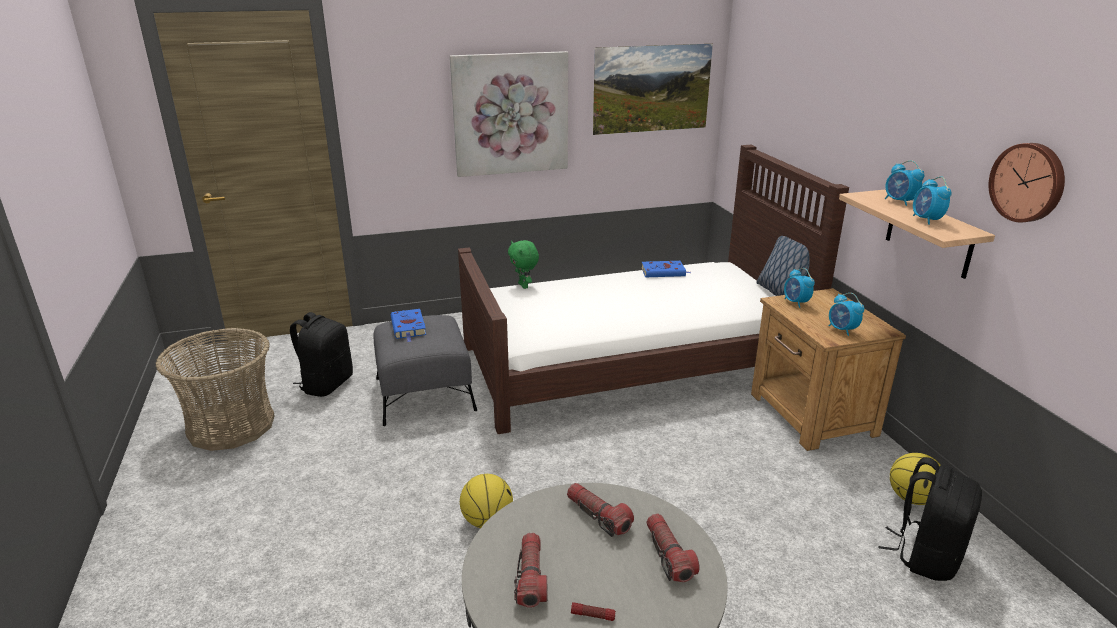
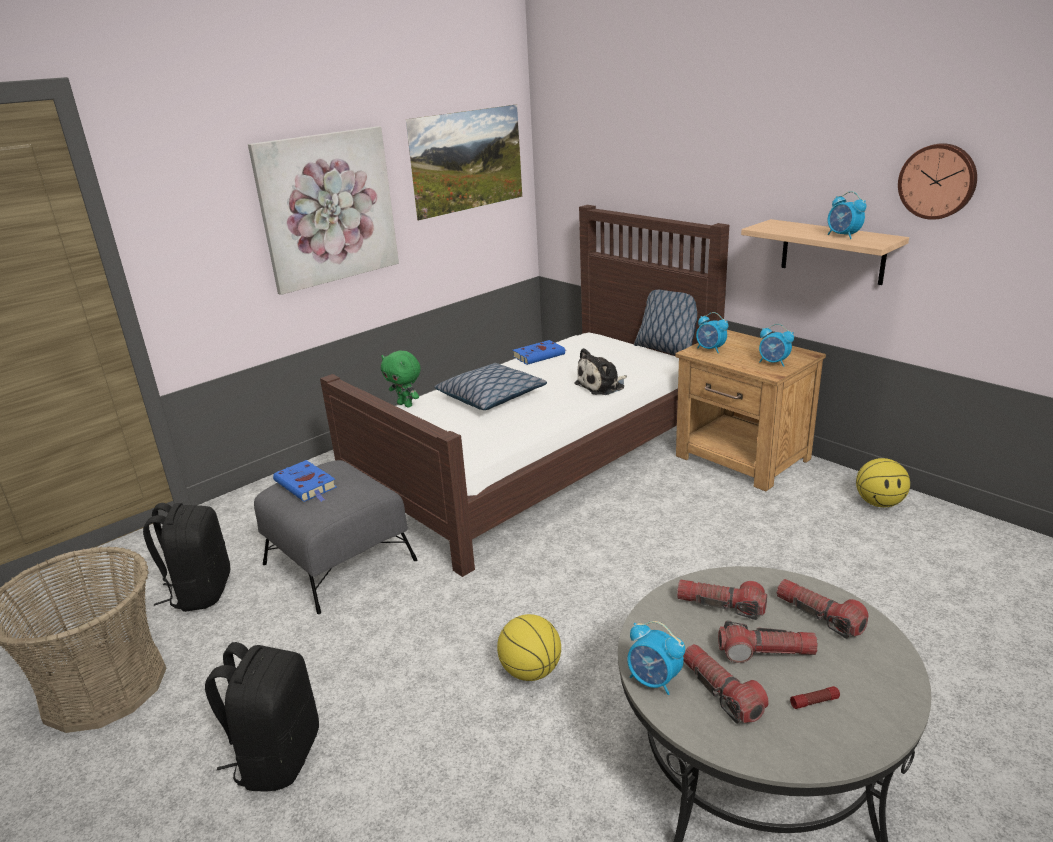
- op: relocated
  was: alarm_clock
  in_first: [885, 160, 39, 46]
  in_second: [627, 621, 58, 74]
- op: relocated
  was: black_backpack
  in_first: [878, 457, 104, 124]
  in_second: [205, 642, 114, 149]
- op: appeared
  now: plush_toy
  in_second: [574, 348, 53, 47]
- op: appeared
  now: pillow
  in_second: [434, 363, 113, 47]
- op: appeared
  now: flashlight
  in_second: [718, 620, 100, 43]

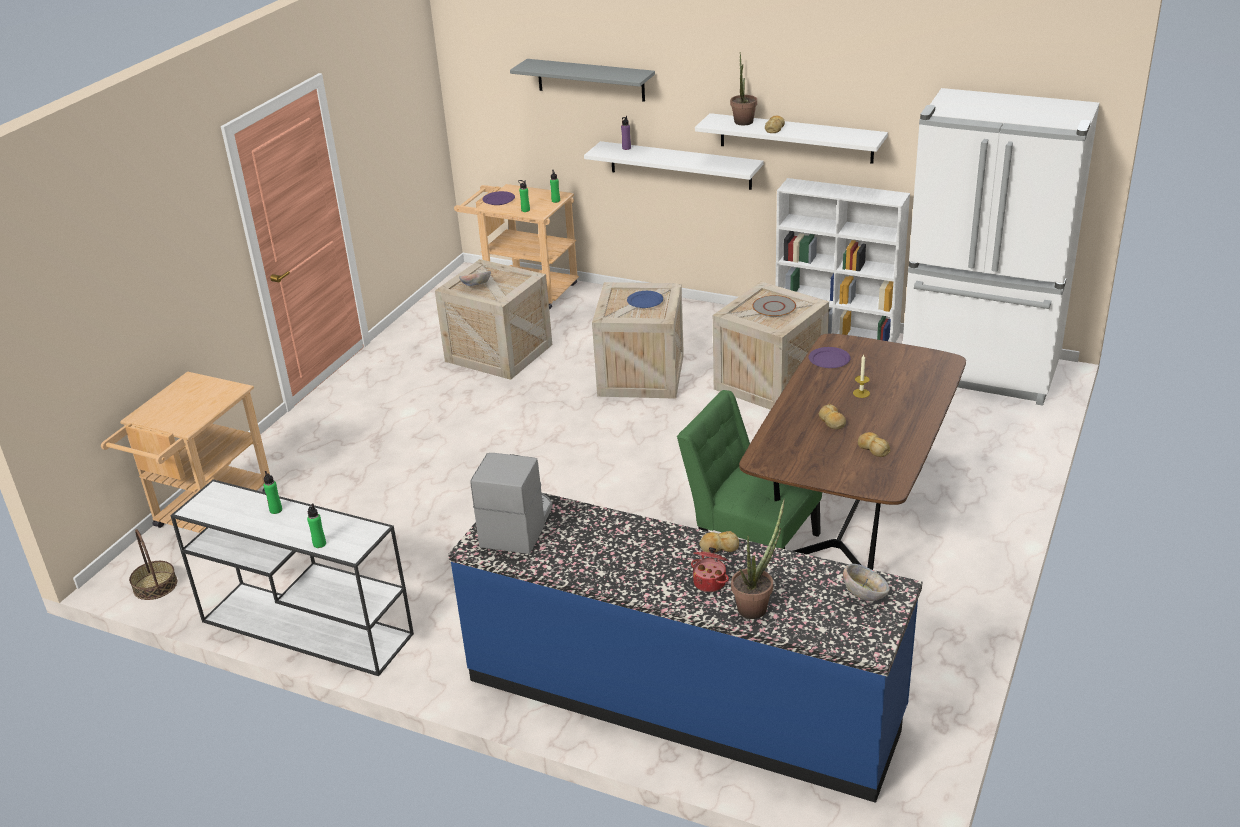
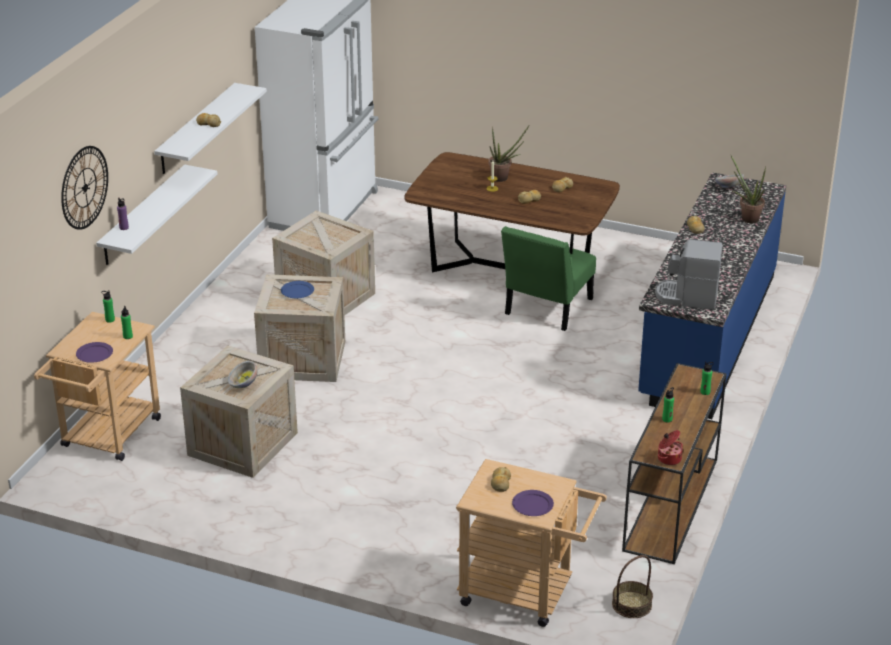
- op: relocated
  was: potted_plant
  in_first: [730, 52, 27, 73]
  in_second: [489, 126, 40, 56]
- op: exchanged
  was: grey_shelf
  now: wall_clock
  in_first: [510, 59, 145, 43]
  in_second: [61, 146, 47, 84]
- op: missing
  was: white_bookcase
  in_first: [776, 178, 134, 165]
- op: missing
  was: grey_plate
  in_first: [752, 295, 44, 22]
- op: relocated
  was: purple_plate
  in_first: [809, 347, 42, 21]
  in_second: [512, 490, 42, 26]
- op: colour
  was: white_console_table
  now: brown_console_table
  in_first: [170, 479, 244, 197]
  in_second: [622, 363, 105, 201]
- op: relocated
  was: cooking_pot
  in_first: [691, 547, 38, 45]
  in_second: [658, 430, 25, 35]
- op: appeared
  now: bread
  in_second: [491, 467, 20, 25]

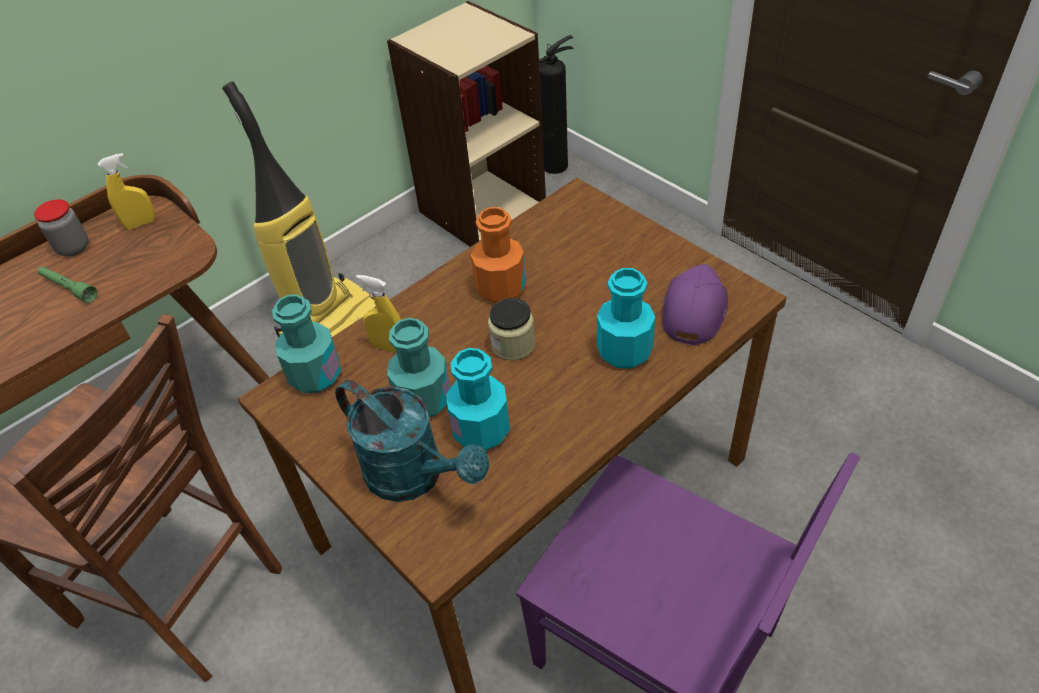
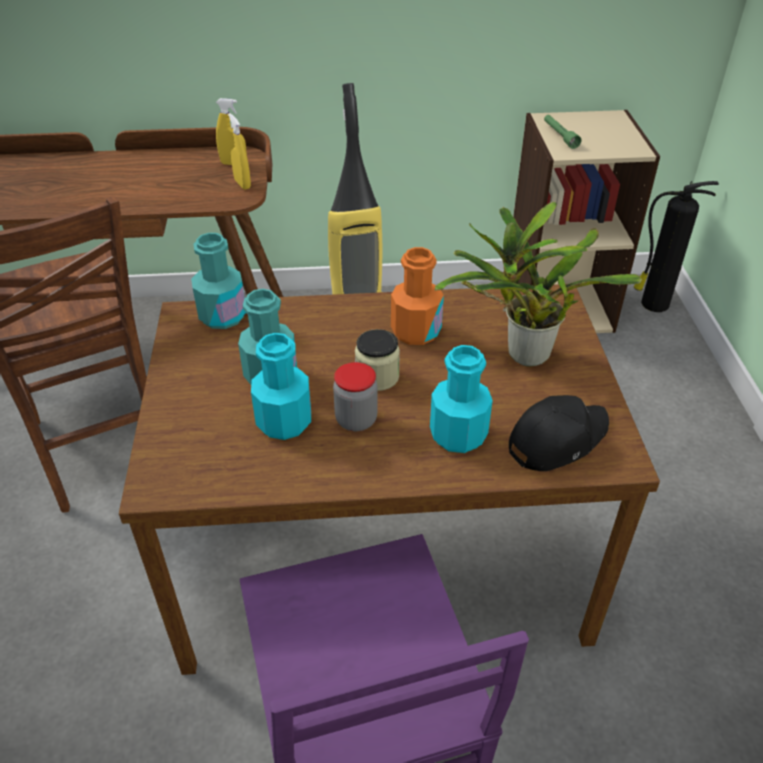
- op: relocated
  was: jar
  in_first: [34, 199, 55, 58]
  in_second: [333, 362, 45, 69]
- op: colour
  was: purple_cap
  now: black_cap
  in_first: [663, 264, 65, 82]
  in_second: [509, 395, 100, 76]
- op: relocated
  was: green_flashlight
  in_first: [38, 266, 60, 37]
  in_second: [544, 115, 38, 34]
- op: relocated
  was: yellow_spray_bottle
  in_first: [356, 275, 45, 78]
  in_second: [228, 113, 23, 77]
- op: missing
  was: turquoise_watering_can
  in_first: [335, 380, 155, 122]
- op: appeared
  now: potted_plant
  in_second: [434, 201, 208, 165]

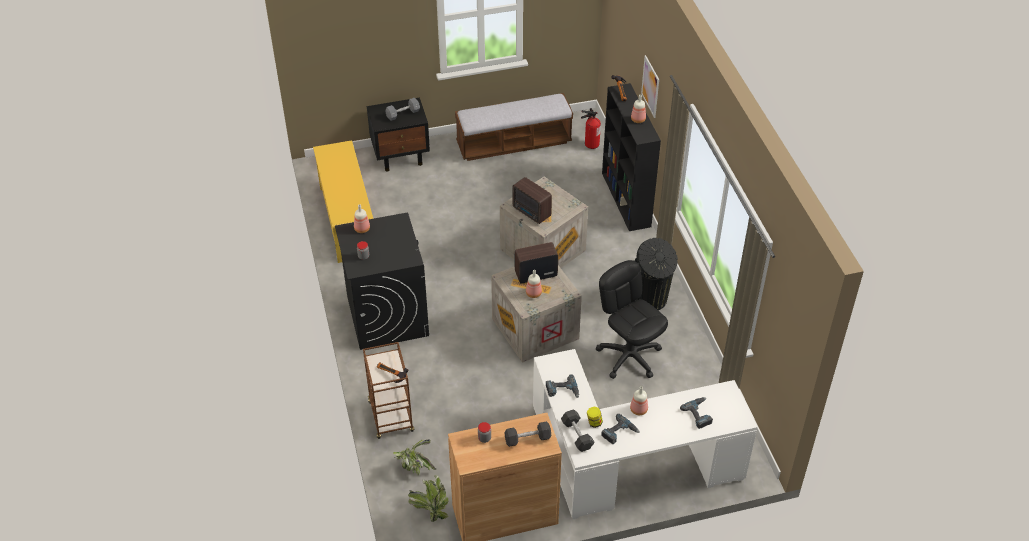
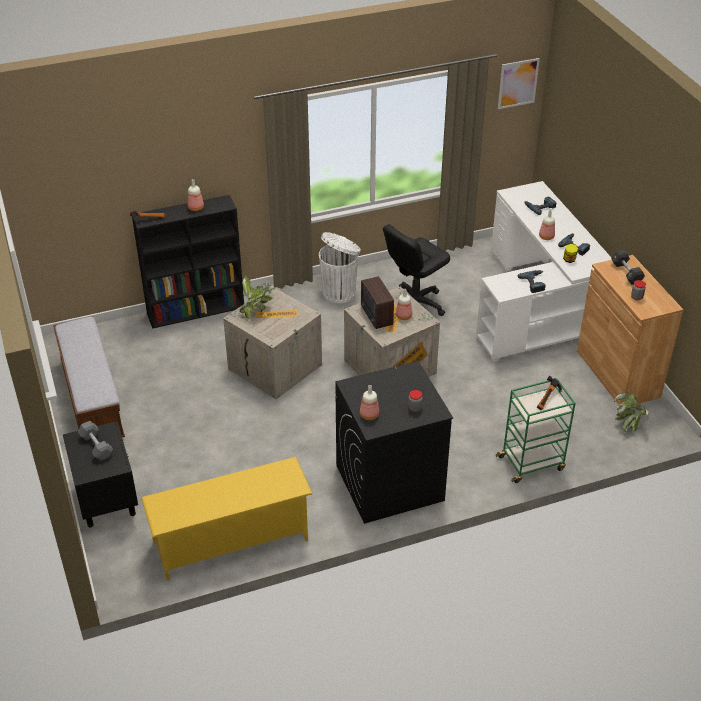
- op: relocated
  was: picture
  in_first: [641, 55, 18, 63]
  in_second: [498, 58, 42, 51]
- op: missing
  was: fire_extinguisher
  in_first: [581, 108, 20, 41]
- op: missing
  was: radio
  in_first: [512, 177, 40, 47]
- op: colour
  was: black_trash_can
  now: white_trash_can
  in_first: [635, 238, 43, 72]
  in_second: [319, 232, 42, 71]
- op: colour
  was: brown_cart
  now: green_cart
  in_first: [363, 342, 51, 97]
  in_second: [495, 378, 81, 105]
- op: missing
  was: black_dumbbell
  in_first: [561, 409, 34, 43]
- op: relocated
  was: potted_plant
  in_first: [393, 439, 43, 36]
  in_second: [240, 274, 35, 45]

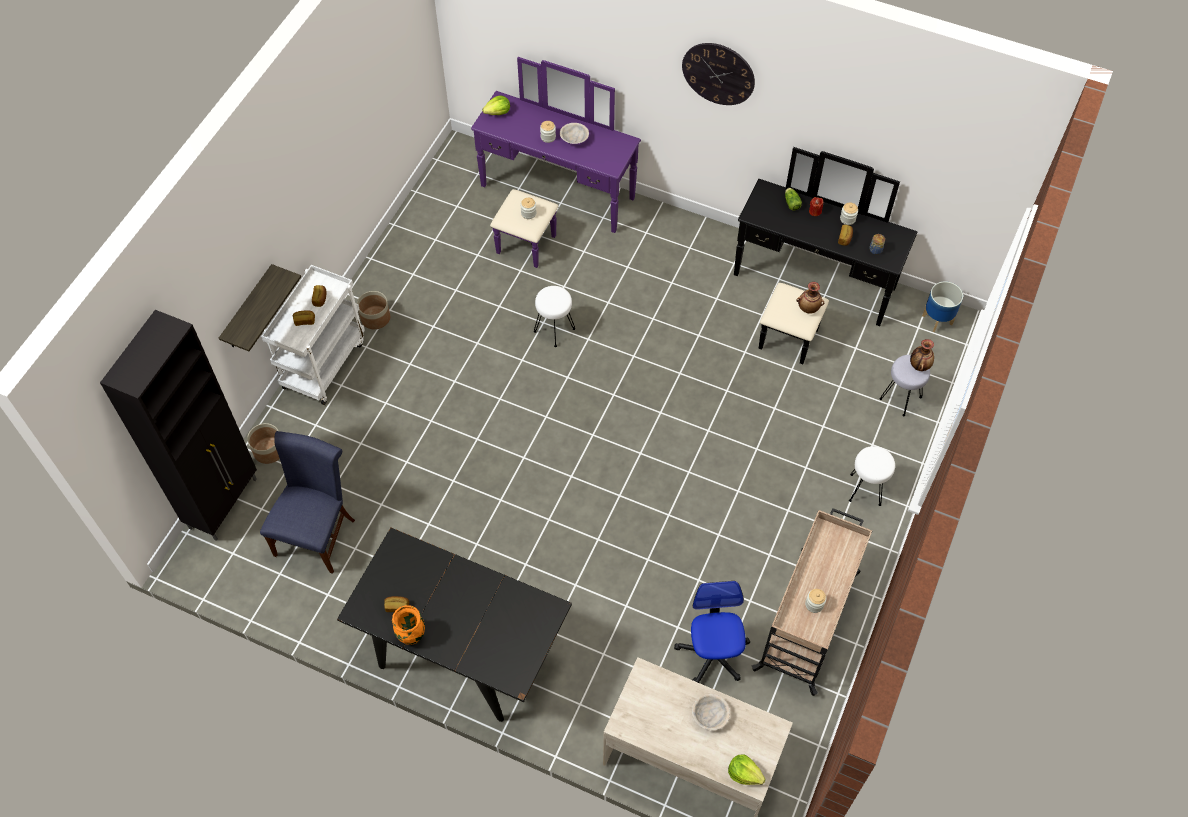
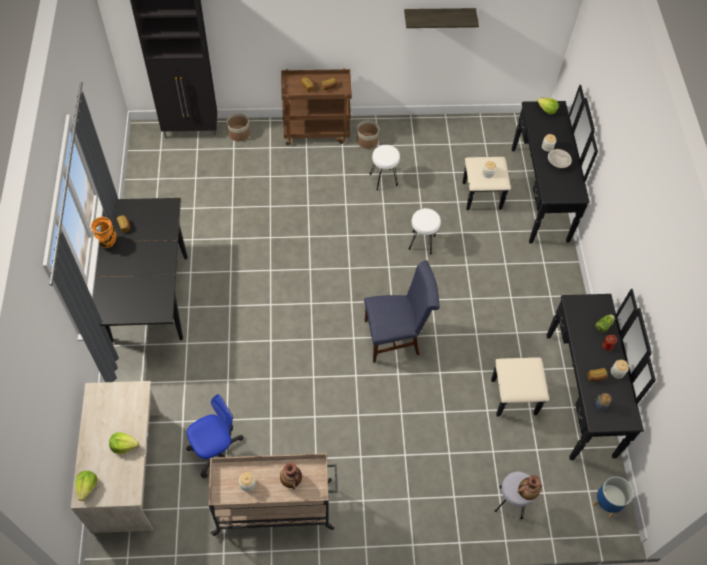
- op: missing
  was: wall_clock
  in_first: [682, 43, 73, 62]
- op: colour
  was: purple_dresser
  now: black_dresser
  in_first: [471, 57, 170, 211]
  in_second: [463, 85, 135, 159]
- op: relocated
  was: shelf
  in_first: [219, 264, 82, 87]
  in_second: [404, 8, 75, 20]
- op: colour
  was: white_cart
  now: brown_cart
  in_first: [261, 265, 104, 140]
  in_second: [281, 68, 71, 77]
- op: relocated
  was: vase
  in_first: [796, 282, 28, 32]
  in_second: [280, 462, 22, 27]
- op: relocated
  was: blue_chair
  in_first: [260, 431, 95, 143]
  in_second: [364, 260, 76, 103]
- op: relocated
  was: white_stool
  in_first: [849, 446, 46, 60]
  in_second: [370, 145, 30, 45]
- op: exchanged
  was: beige_bowl
  now: lettuce
  in_first: [692, 694, 38, 36]
  in_second: [109, 432, 30, 22]

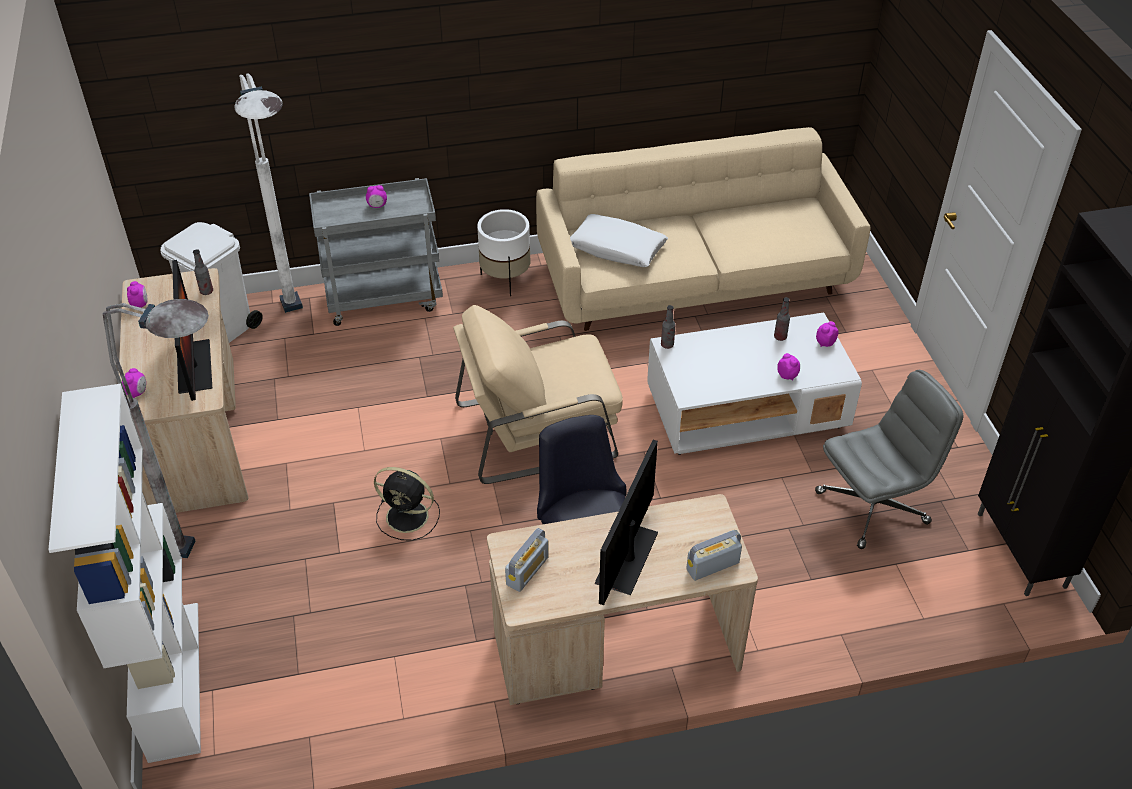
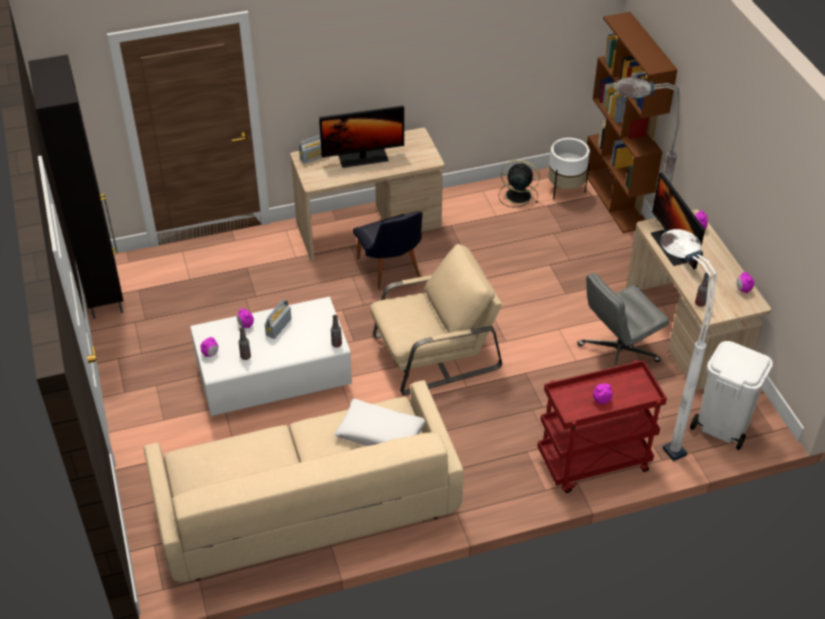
- op: colour
  was: grey_cart
  now: red_cart
  in_first: [309, 178, 134, 148]
  in_second: [537, 360, 130, 133]
- op: relocated
  was: white_planter
  in_first: [477, 209, 54, 87]
  in_second: [548, 138, 42, 61]
- op: relocated
  was: grey_office_chair
  in_first: [815, 370, 148, 179]
  in_second: [577, 273, 92, 94]
- op: colour
  was: white_bookcase
  now: brown_bookcase
  in_first: [48, 384, 153, 379]
  in_second: [587, 12, 90, 221]
- op: spun
  was: monitor
  in_first: [595, 440, 63, 165]
  in_second: [319, 106, 85, 62]
  clockwise: 60
- op: relocated
  was: black_fan
  in_first: [374, 467, 66, 74]
  in_second: [499, 160, 41, 47]
- op: relocated
  was: radio
  in_first: [505, 528, 44, 64]
  in_second: [265, 299, 27, 40]

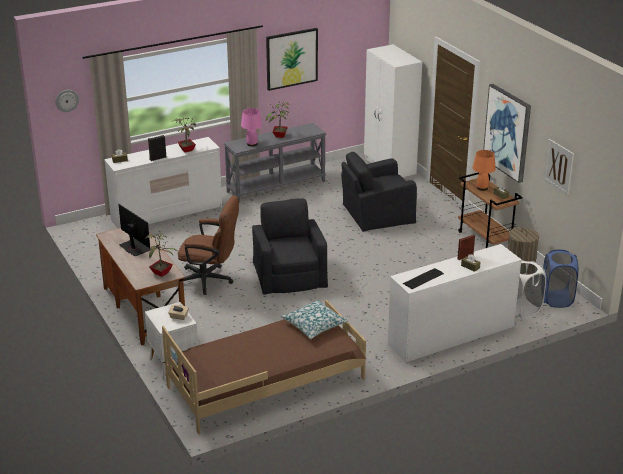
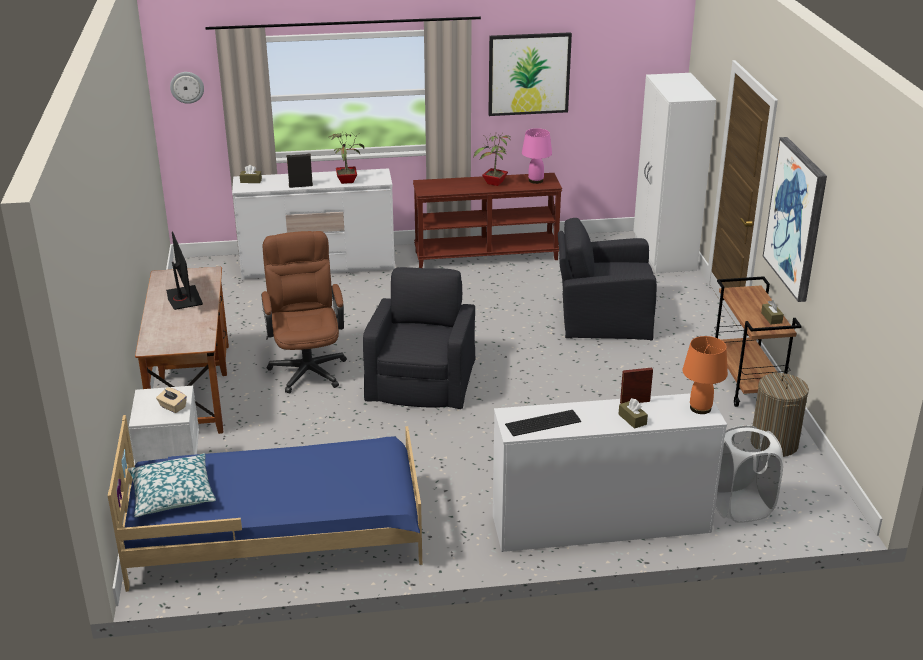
- op: relocated
  was: pink_table_lamp
  in_first: [241, 108, 21, 39]
  in_second: [522, 128, 30, 56]
- op: colour
  was: grey_console_table
  now: brown_console_table
  in_first: [224, 123, 102, 80]
  in_second: [413, 173, 149, 95]
- op: missing
  was: picture
  in_first: [543, 139, 31, 56]
- op: relocated
  was: orange_table_lamp
  in_first: [473, 150, 23, 41]
  in_second: [683, 336, 45, 78]
- op: spun
  was: brown_office_chair
  in_first: [178, 196, 61, 99]
  in_second: [261, 231, 86, 162]
  clockwise: -135
- op: missing
  was: potted_plant
  in_first: [146, 234, 33, 43]
- op: missing
  was: blue_laundry_basket
  in_first: [543, 250, 35, 58]
- op: colour
  was: brown_bed
  now: blue_bed
  in_first: [162, 300, 204, 135]
  in_second: [108, 415, 314, 177]
- op: relocated
  was: pillow
  in_first: [281, 300, 67, 39]
  in_second: [128, 453, 88, 64]

